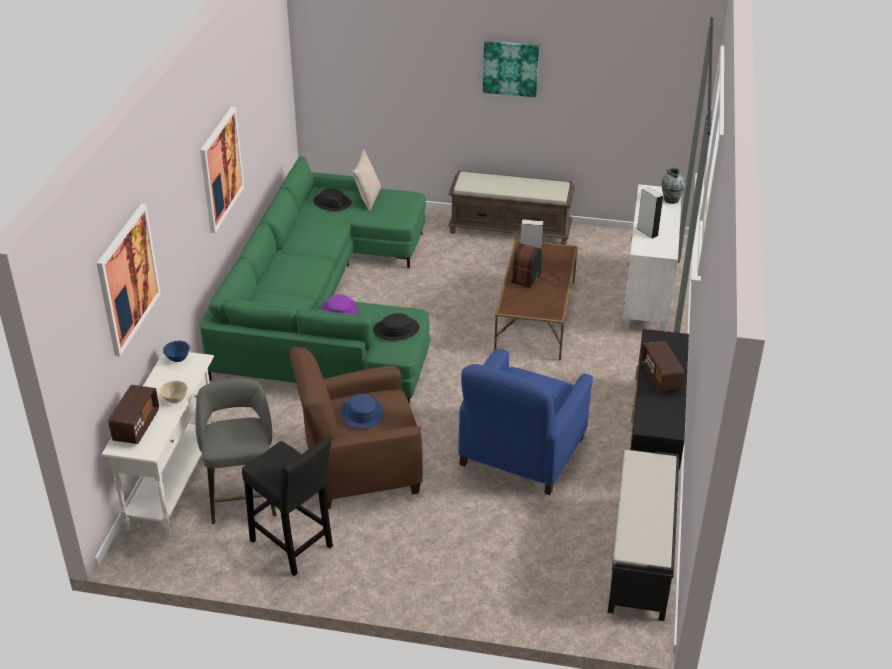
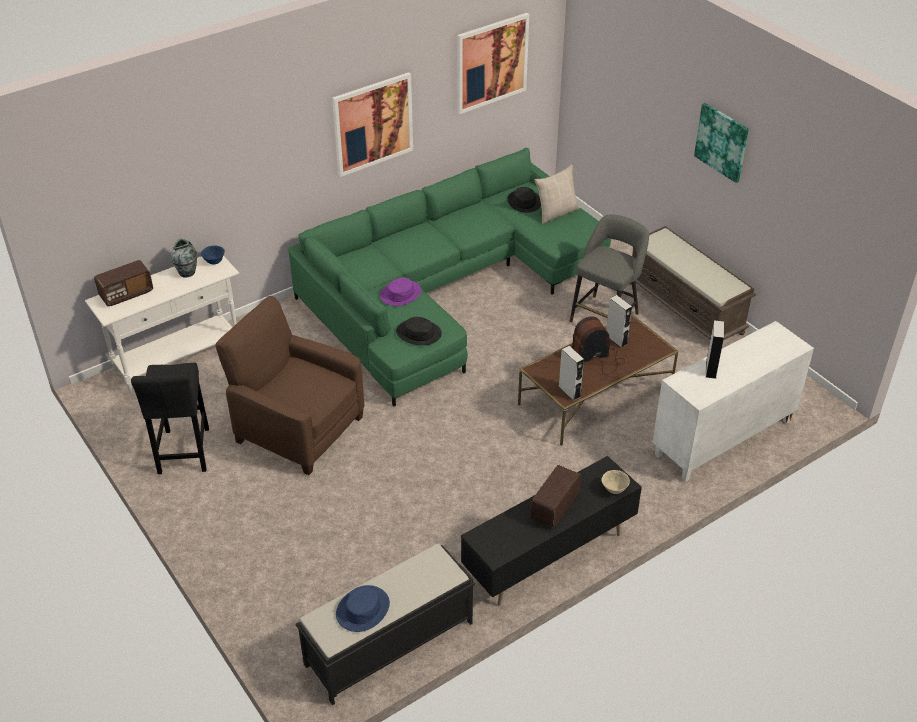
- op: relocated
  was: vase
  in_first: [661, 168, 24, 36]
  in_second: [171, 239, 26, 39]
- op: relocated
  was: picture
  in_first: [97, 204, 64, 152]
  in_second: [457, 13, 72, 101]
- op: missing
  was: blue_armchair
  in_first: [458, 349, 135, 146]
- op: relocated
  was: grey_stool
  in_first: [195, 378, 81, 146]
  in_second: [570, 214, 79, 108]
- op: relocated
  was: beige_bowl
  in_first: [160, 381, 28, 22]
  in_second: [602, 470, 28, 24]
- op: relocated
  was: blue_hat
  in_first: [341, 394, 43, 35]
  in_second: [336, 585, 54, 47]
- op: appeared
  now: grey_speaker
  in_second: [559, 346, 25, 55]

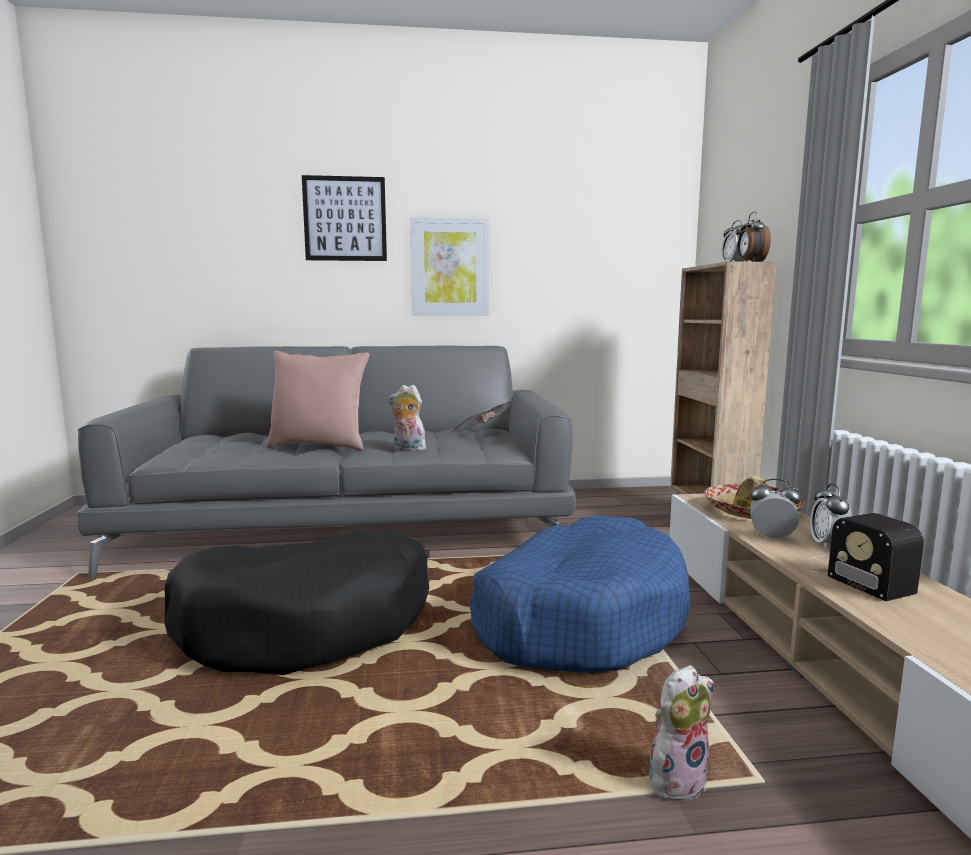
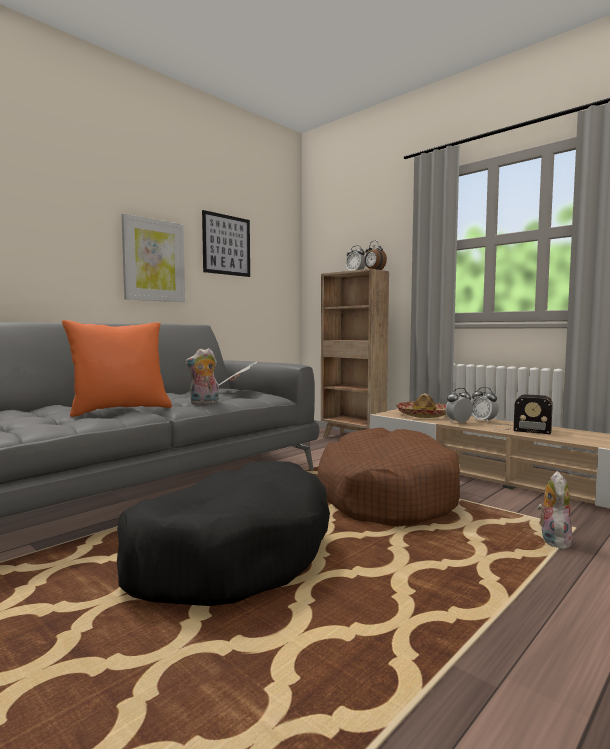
- op: relocated
  was: picture
  in_first: [302, 175, 85, 86]
  in_second: [202, 210, 48, 67]
- op: colour
  was: pink_pillow
  now: orange_pillow
  in_first: [266, 351, 104, 99]
  in_second: [62, 320, 110, 97]
- op: colour
  was: blue_dog_bed
  now: brown_dog_bed
  in_first: [470, 516, 221, 157]
  in_second: [318, 427, 142, 100]

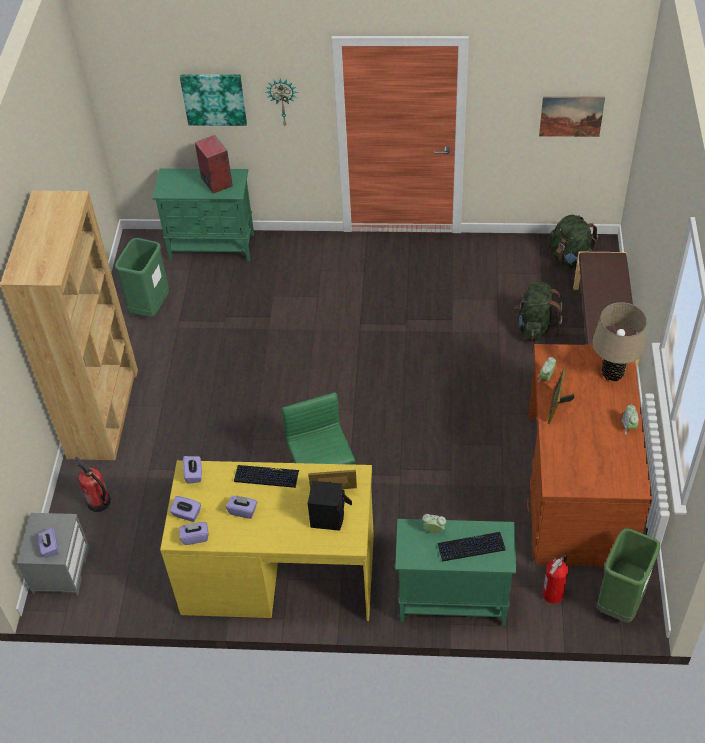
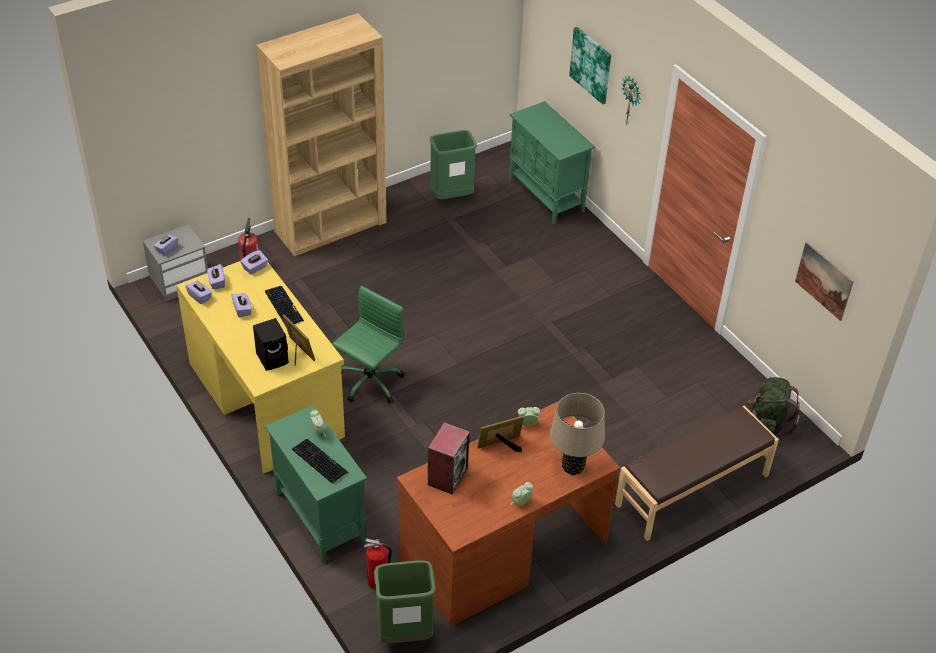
- op: relocated
  was: speaker
  in_first: [195, 135, 38, 59]
  in_second: [428, 422, 42, 73]
- op: missing
  was: green_backpack
  in_first: [514, 282, 49, 59]

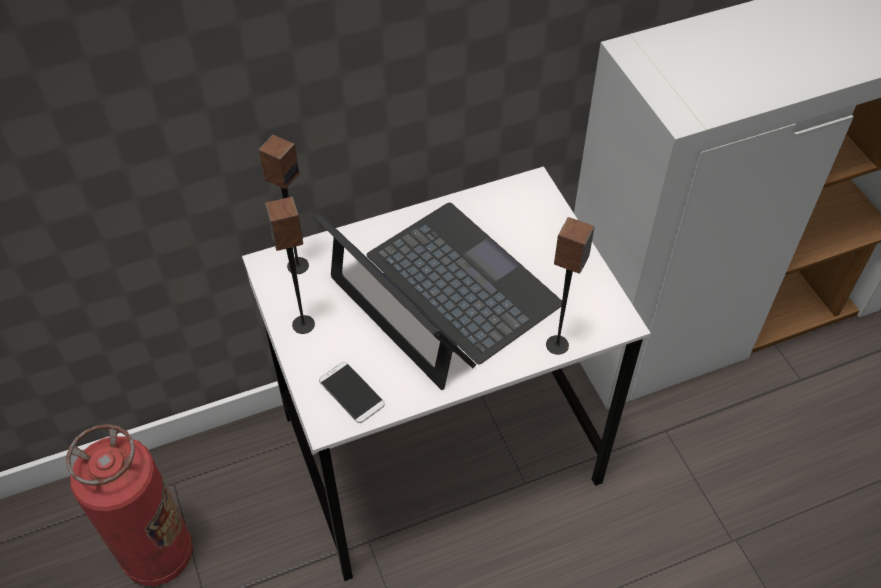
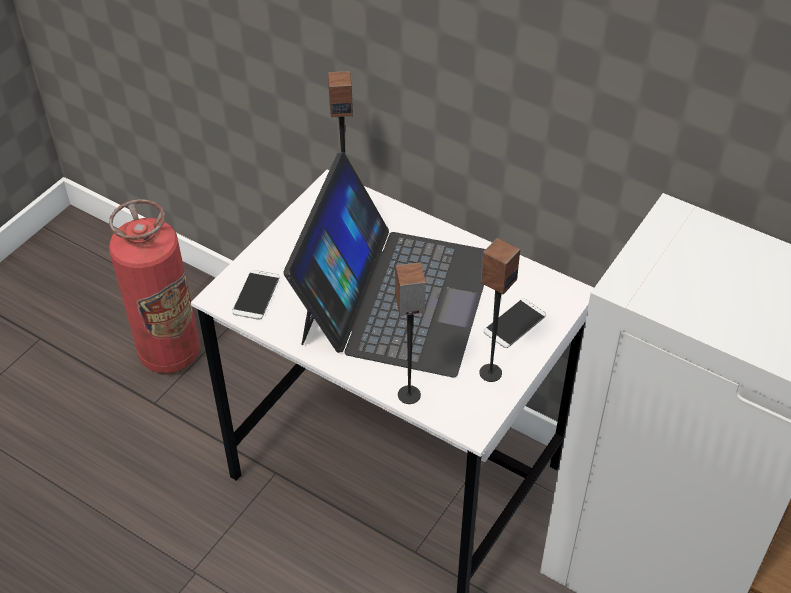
- op: relocated
  was: speaker
  in_first: [265, 197, 50, 137]
  in_second: [479, 238, 41, 144]
- op: appeared
  now: phone
  in_second: [484, 299, 62, 49]

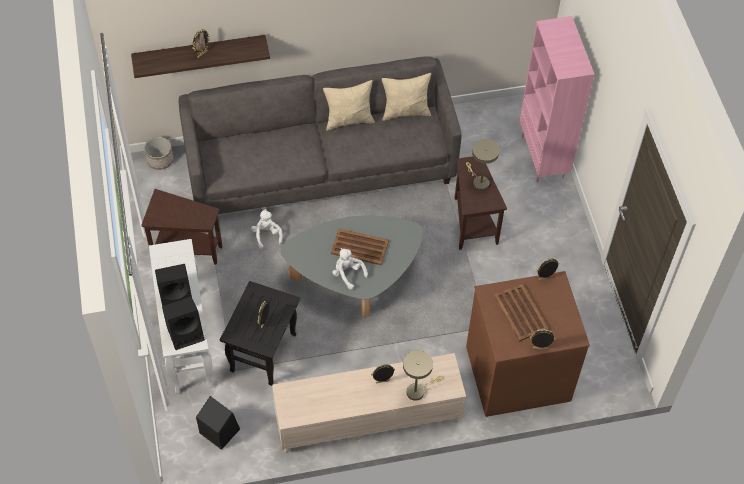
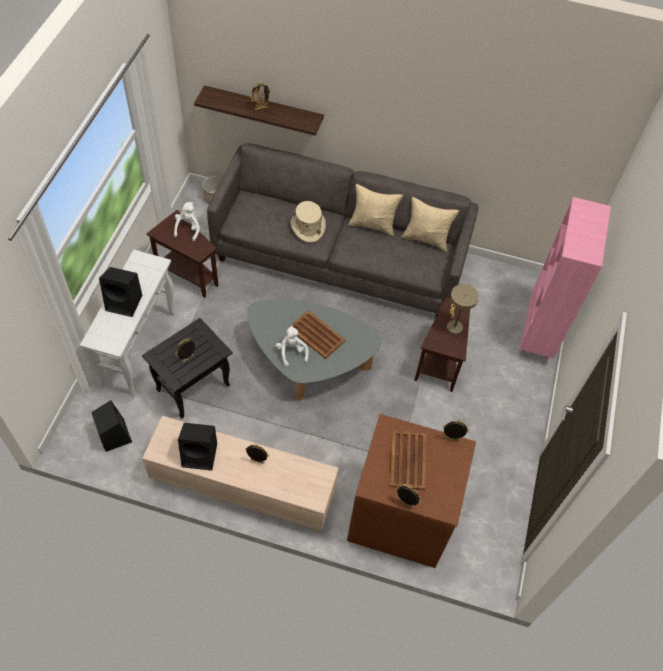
- op: relocated
  was: white_plush_toy
  in_first: [251, 209, 32, 40]
  in_second: [174, 202, 26, 40]
- op: relocated
  was: black_speaker
  in_first: [162, 297, 43, 53]
  in_second: [178, 423, 39, 48]
- op: missing
  was: beige_table_lamp
  in_first: [403, 350, 39, 51]
- op: appeared
  now: beige_hat
  in_second: [291, 201, 35, 42]

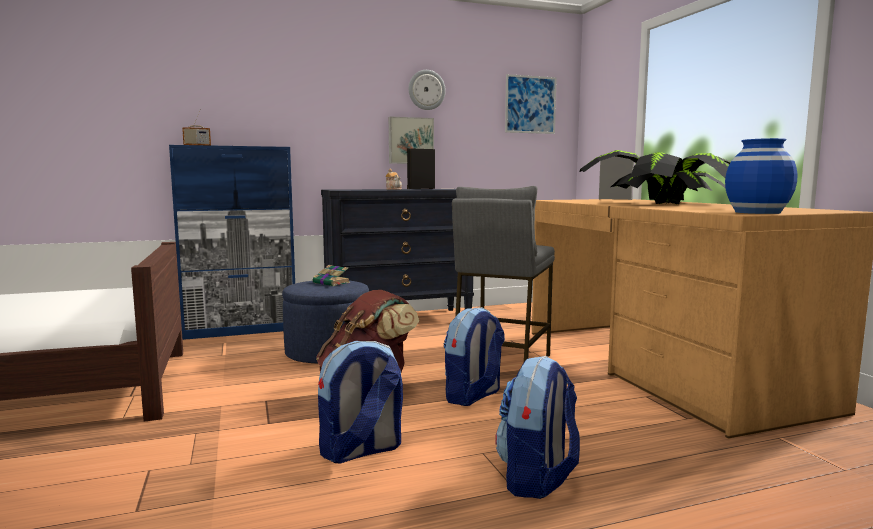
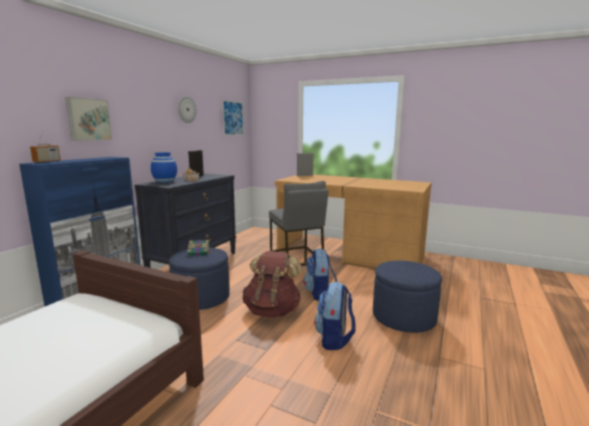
- op: relocated
  was: picture
  in_first: [389, 117, 45, 47]
  in_second: [65, 97, 47, 44]
- op: relocated
  was: blue_vase
  in_first: [725, 138, 72, 76]
  in_second: [151, 152, 26, 31]
- op: missing
  was: potted_plant
  in_first: [579, 150, 152, 54]
- op: exchanged
  was: backpack
  now: blue_ottoman
  in_first: [495, 356, 85, 143]
  in_second: [373, 261, 69, 72]

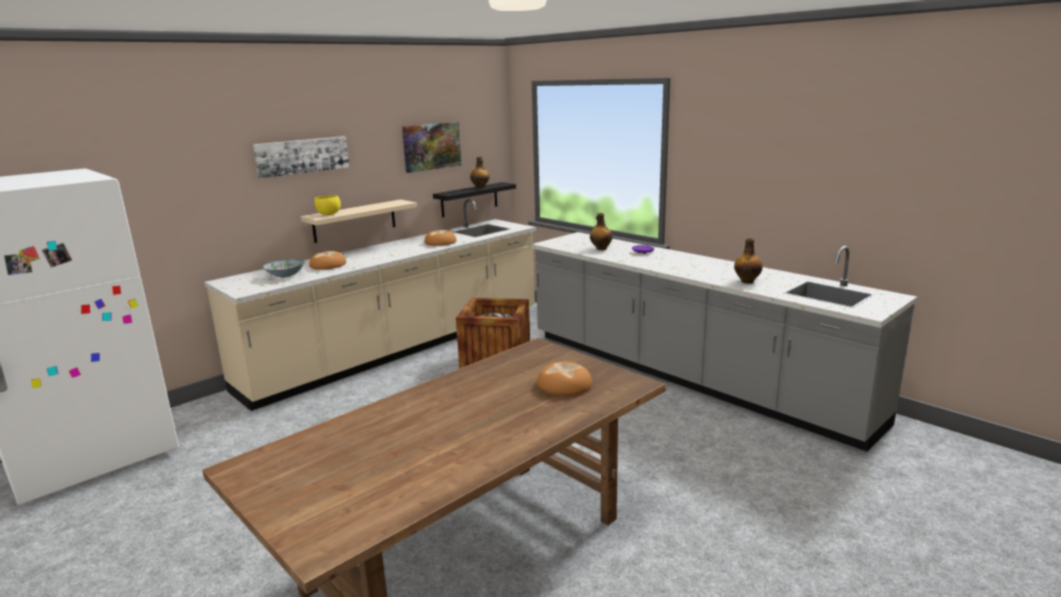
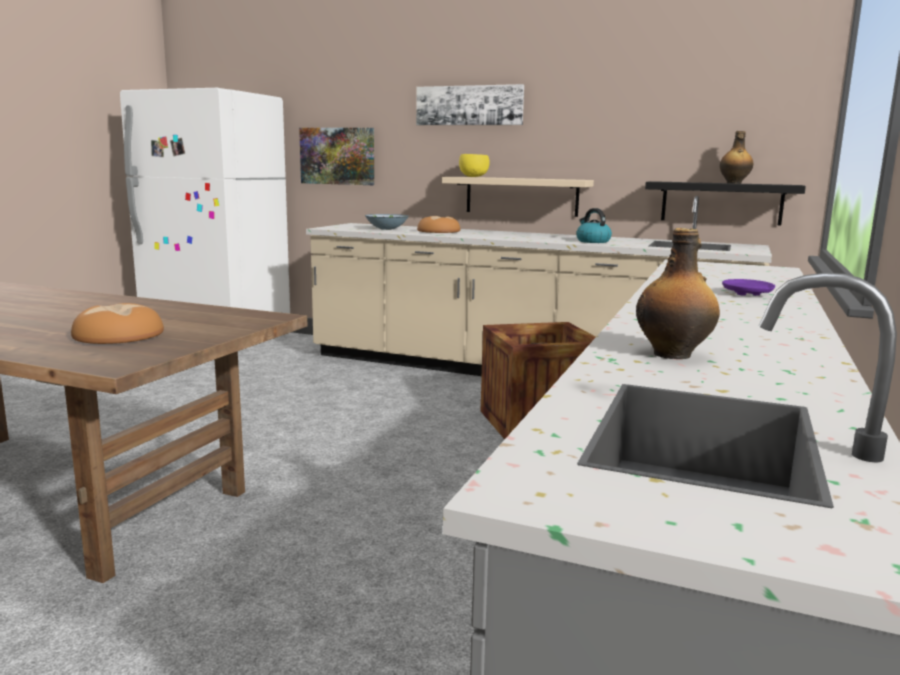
- op: relocated
  was: picture
  in_first: [402, 122, 59, 51]
  in_second: [299, 128, 75, 57]
- op: missing
  was: bottle
  in_first: [590, 213, 23, 37]
- op: exchanged
  was: bread
  now: kettle
  in_first: [424, 230, 33, 16]
  in_second: [576, 208, 36, 35]

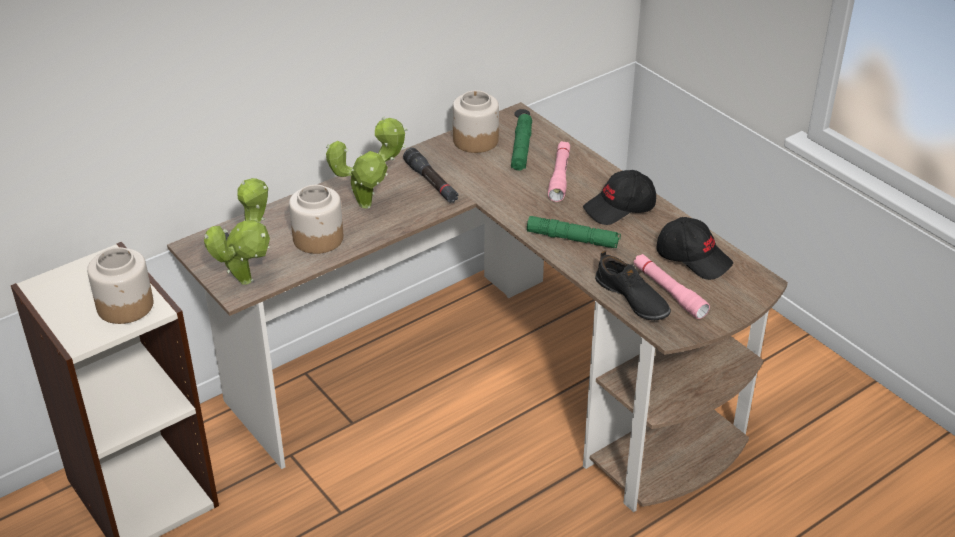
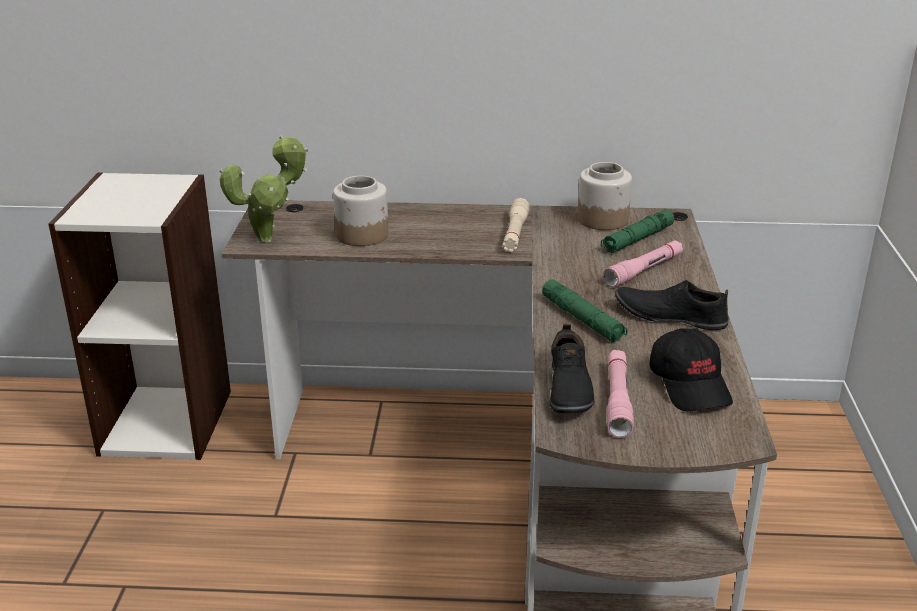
- op: missing
  was: potted_plant
  in_first: [326, 117, 82, 92]
- op: colour
  was: black_flashlight
  now: beige_flashlight
  in_first: [403, 148, 56, 55]
  in_second: [503, 198, 27, 54]
- op: exchanged
  was: black_cap
  now: black_shoe
  in_first: [583, 170, 73, 55]
  in_second: [615, 280, 114, 50]
- op: missing
  was: jar
  in_first: [87, 247, 66, 77]

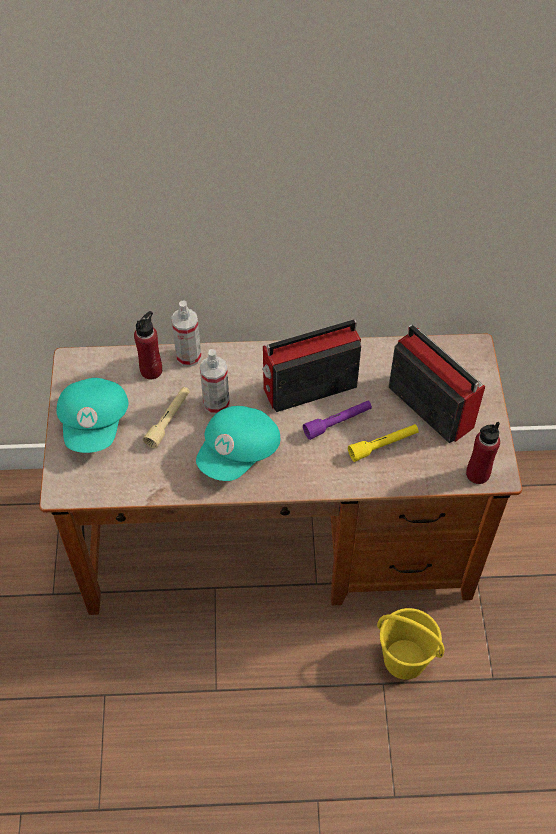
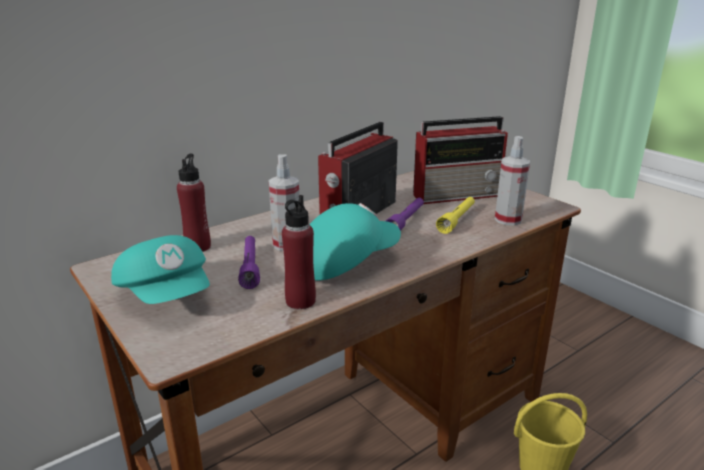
- op: relocated
  was: spray_bottle
  in_first: [171, 300, 31, 67]
  in_second: [495, 136, 35, 89]
- op: spun
  was: radio
  in_first: [389, 324, 96, 119]
  in_second: [413, 116, 95, 88]
  clockwise: 150
- op: colour
  was: beige_flashlight
  now: purple_flashlight
  in_first: [143, 387, 47, 61]
  in_second: [238, 236, 22, 53]
- op: spun
  was: turquoise_cap
  in_first: [196, 406, 84, 75]
  in_second: [309, 203, 92, 78]
  clockwise: -120
- op: relocated
  was: red_bottle
  in_first: [466, 422, 34, 62]
  in_second: [282, 195, 34, 114]

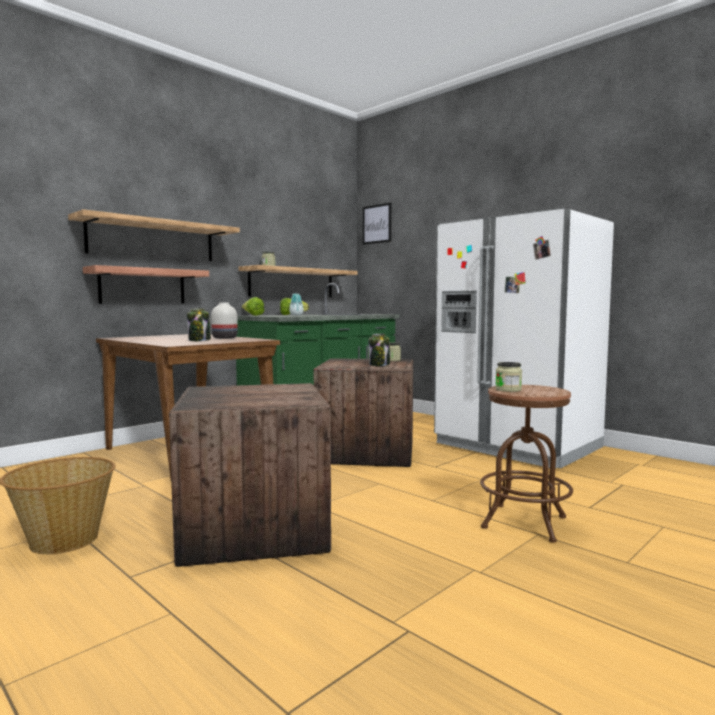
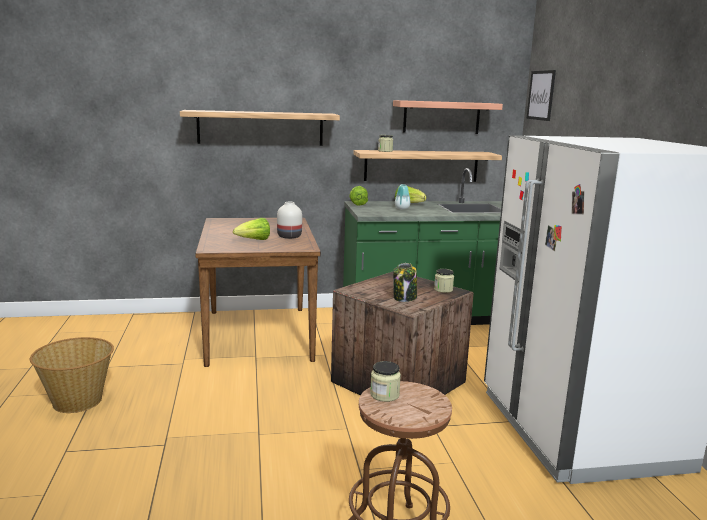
- op: relocated
  was: shelf
  in_first: [83, 265, 126, 39]
  in_second: [393, 100, 110, 34]
- op: exchanged
  was: jar
  now: lettuce
  in_first: [187, 308, 24, 33]
  in_second: [233, 218, 37, 22]
- op: missing
  was: crate
  in_first: [169, 383, 162, 184]

